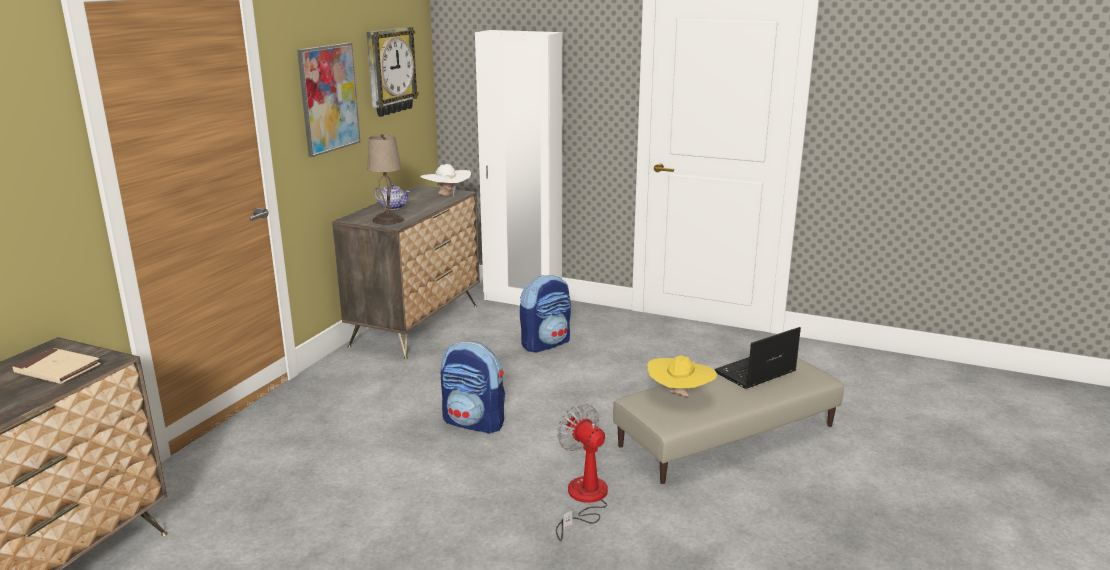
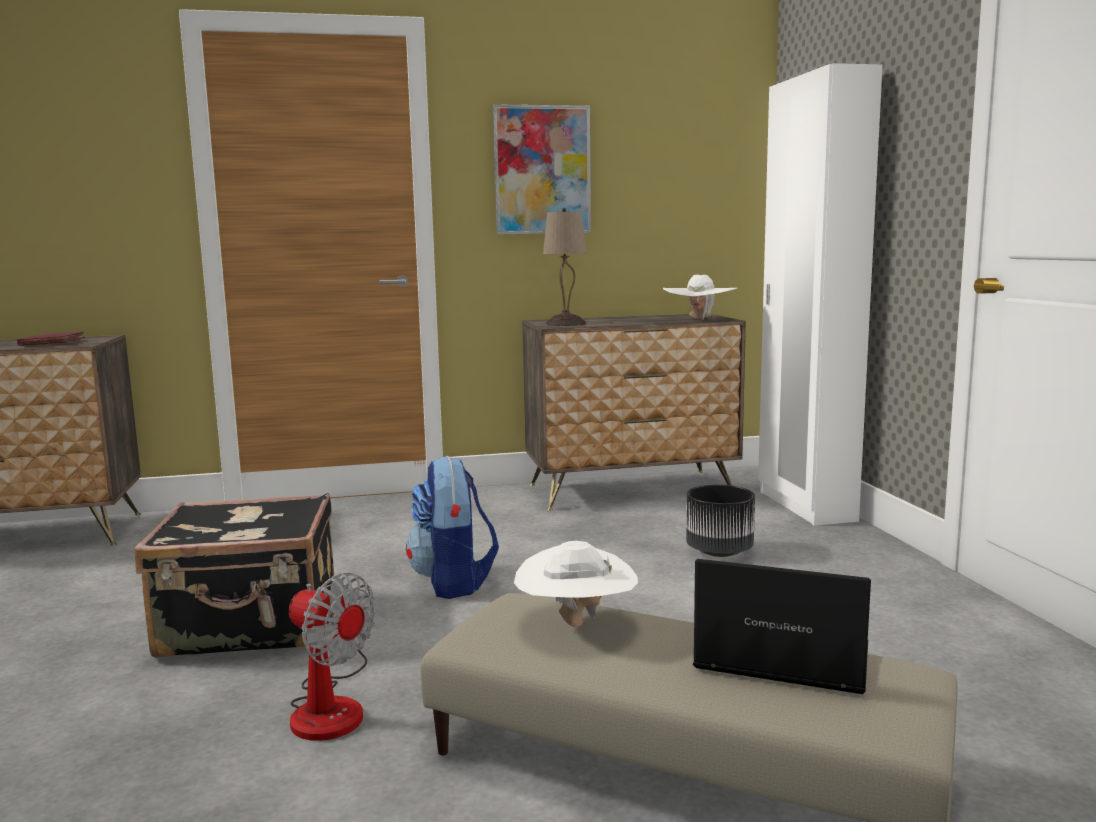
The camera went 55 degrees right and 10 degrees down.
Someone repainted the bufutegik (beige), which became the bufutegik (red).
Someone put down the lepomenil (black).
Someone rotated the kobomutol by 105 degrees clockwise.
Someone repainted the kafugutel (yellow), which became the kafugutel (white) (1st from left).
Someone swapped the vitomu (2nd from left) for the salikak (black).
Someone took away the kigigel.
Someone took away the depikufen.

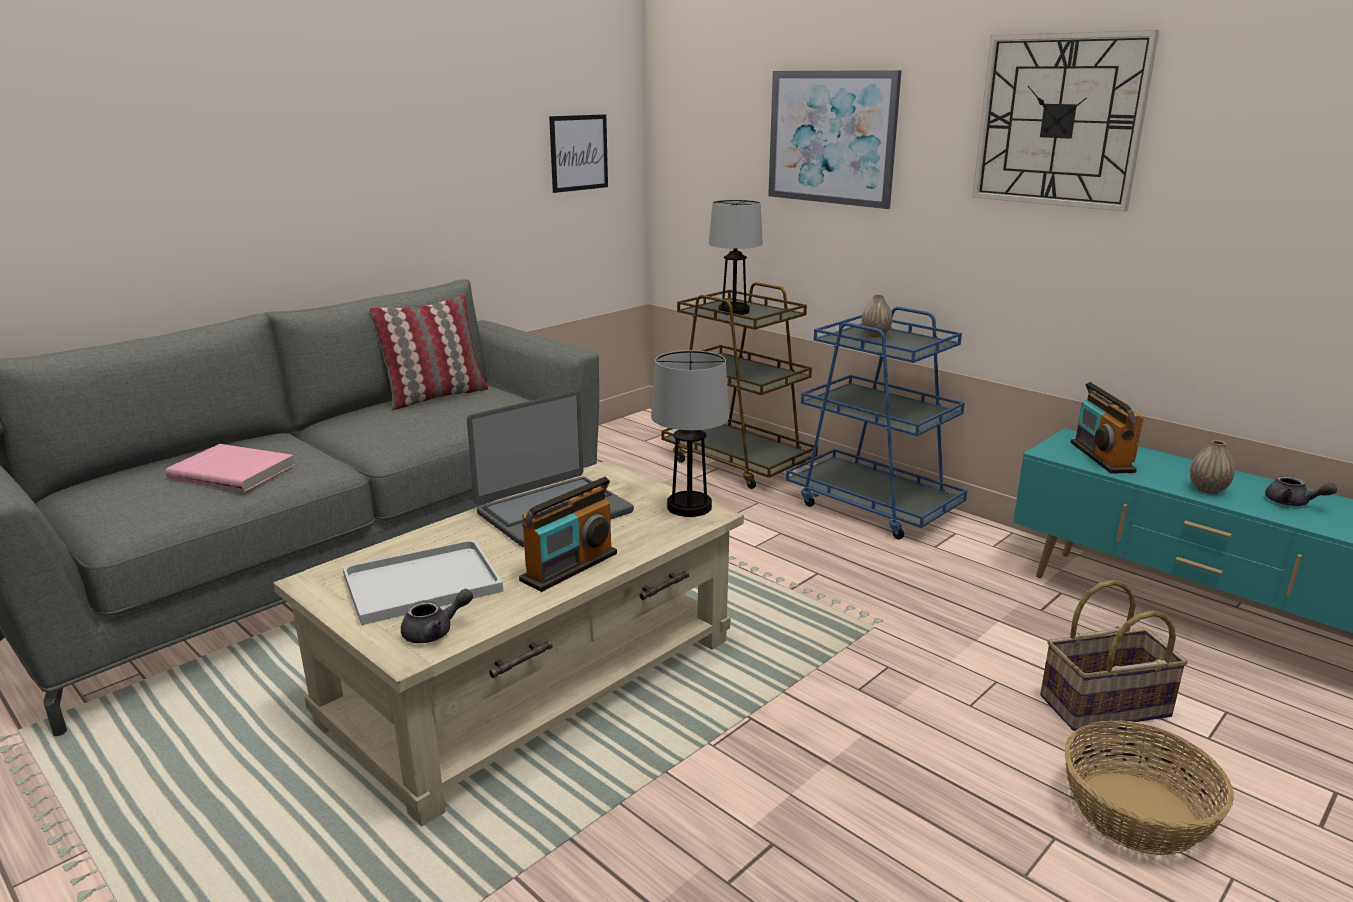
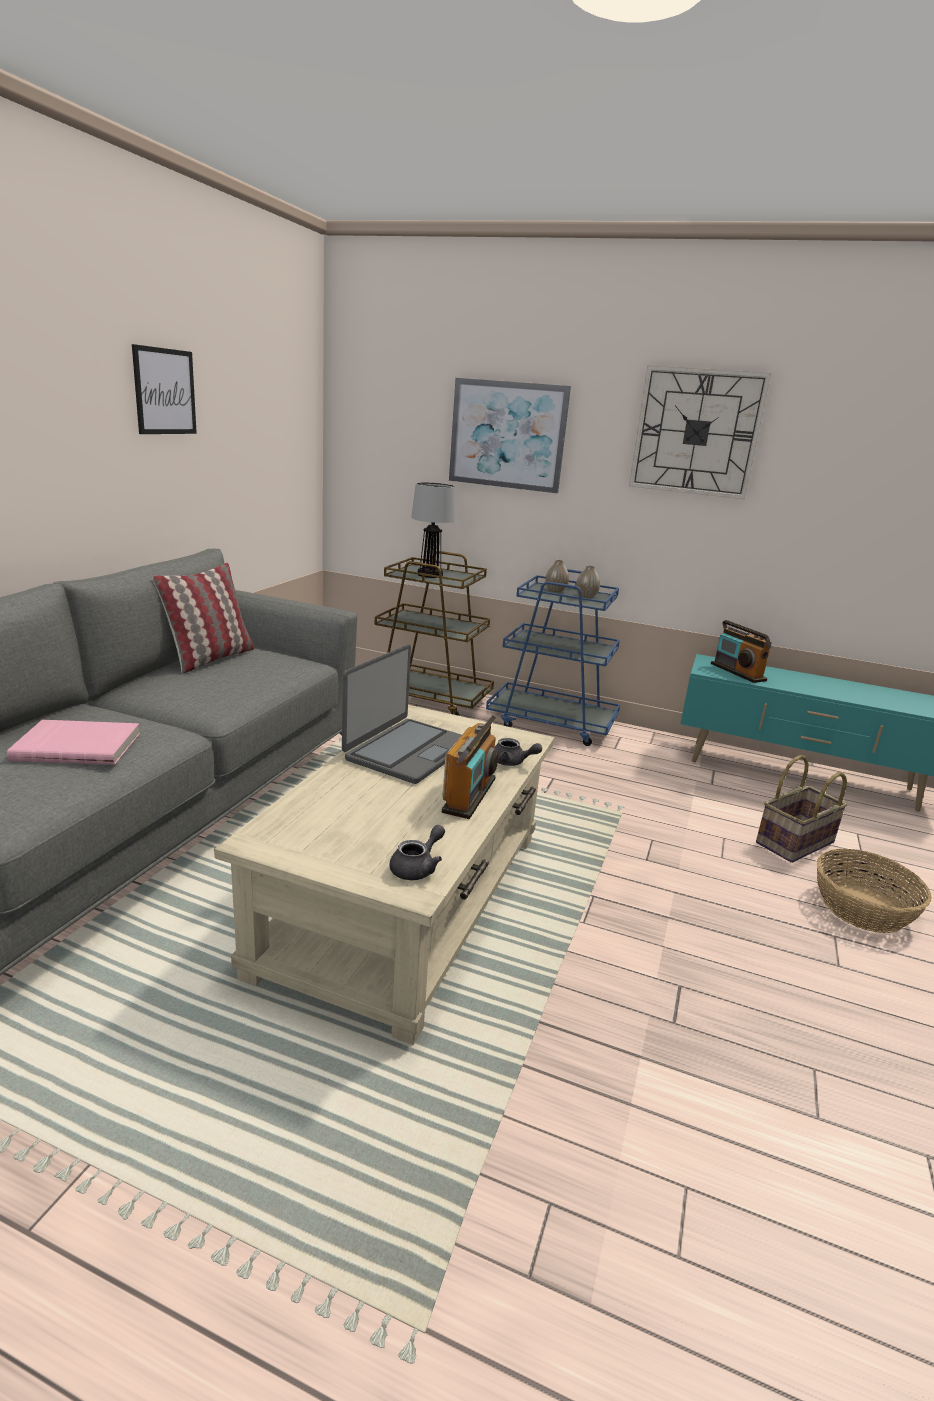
The camera went 25 degrees left and 0 degrees up.
Someone carried the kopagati (1st from left).
Someone carried the depikufen (grey) (2nd from left).
Someone carried the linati (2nd from left).
Someone took away the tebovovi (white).
Someone took away the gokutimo (1st from left).

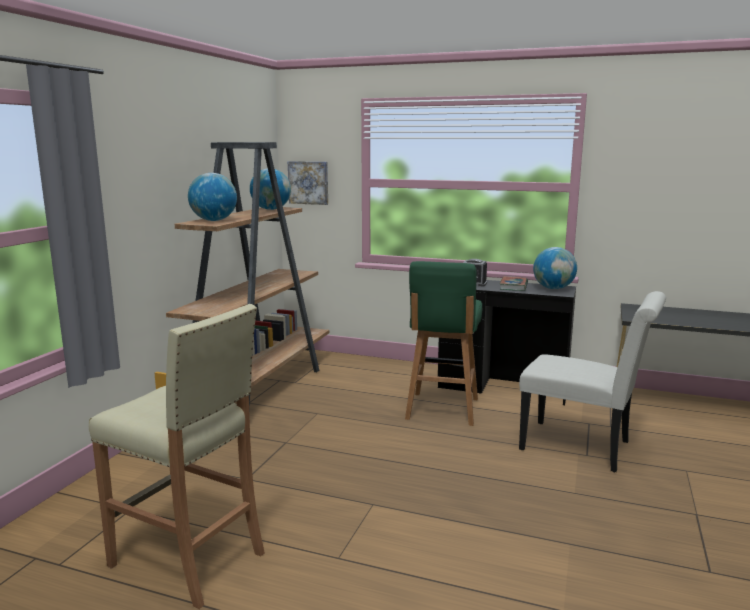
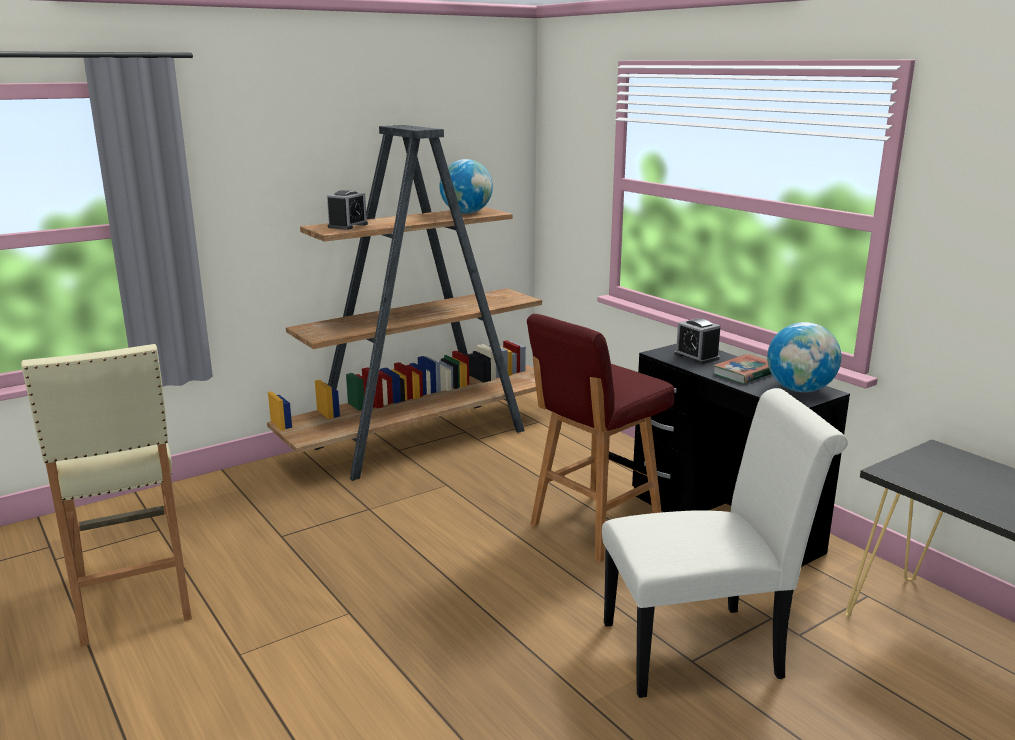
The camera went 35 degrees right and 5 degrees up.
Someone swapped the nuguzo (1st from left) for the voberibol (1st from left).
Someone repainted the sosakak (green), which became the sosakak (red).
Someone rotated the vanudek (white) by 75 degrees counterclockwise.
Someone took away the kopagati.

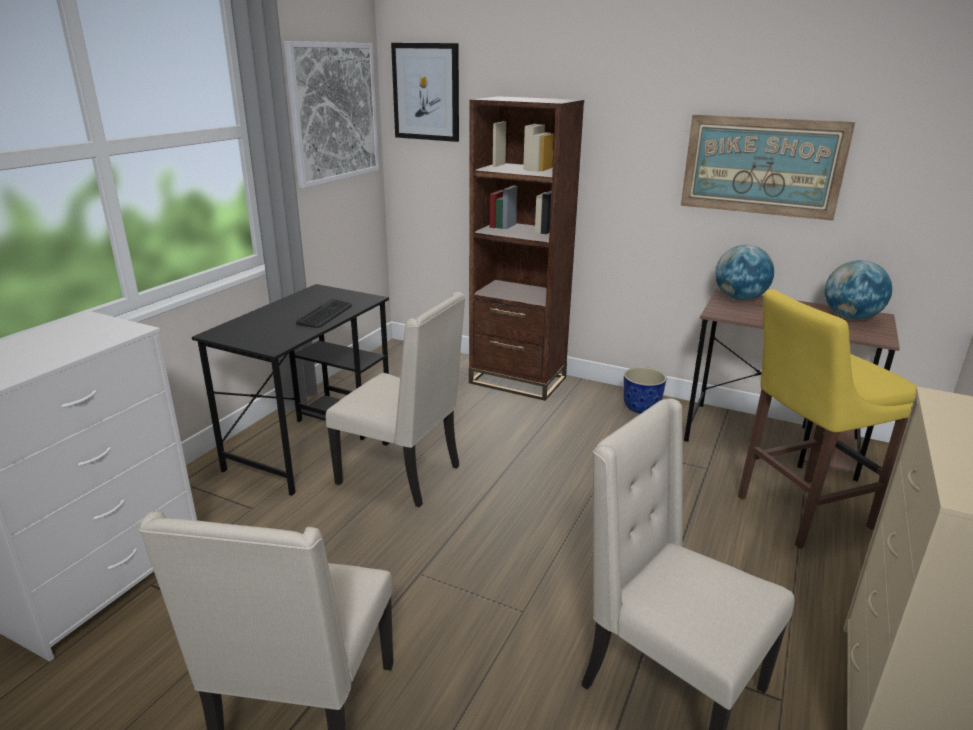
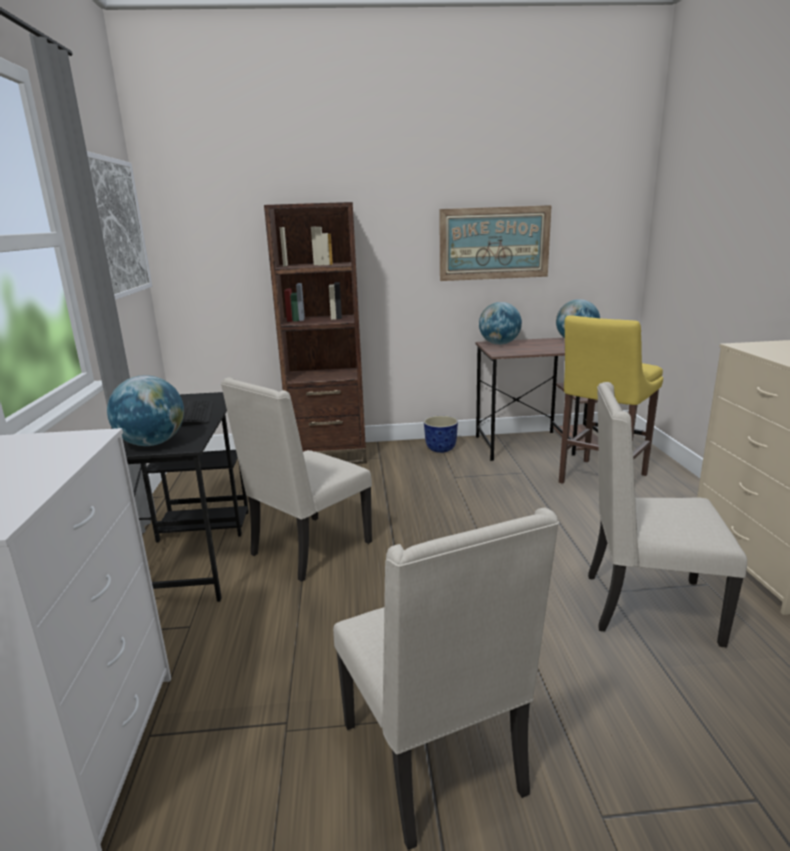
The camera went 30 degrees left and 5 degrees down.
Someone put down the nuguzo (1st from left).
Someone rotated the vanudek (beige) (2nd from left in the first image) by 135 degrees clockwise.
Someone took away the kopagati (2nd from left).

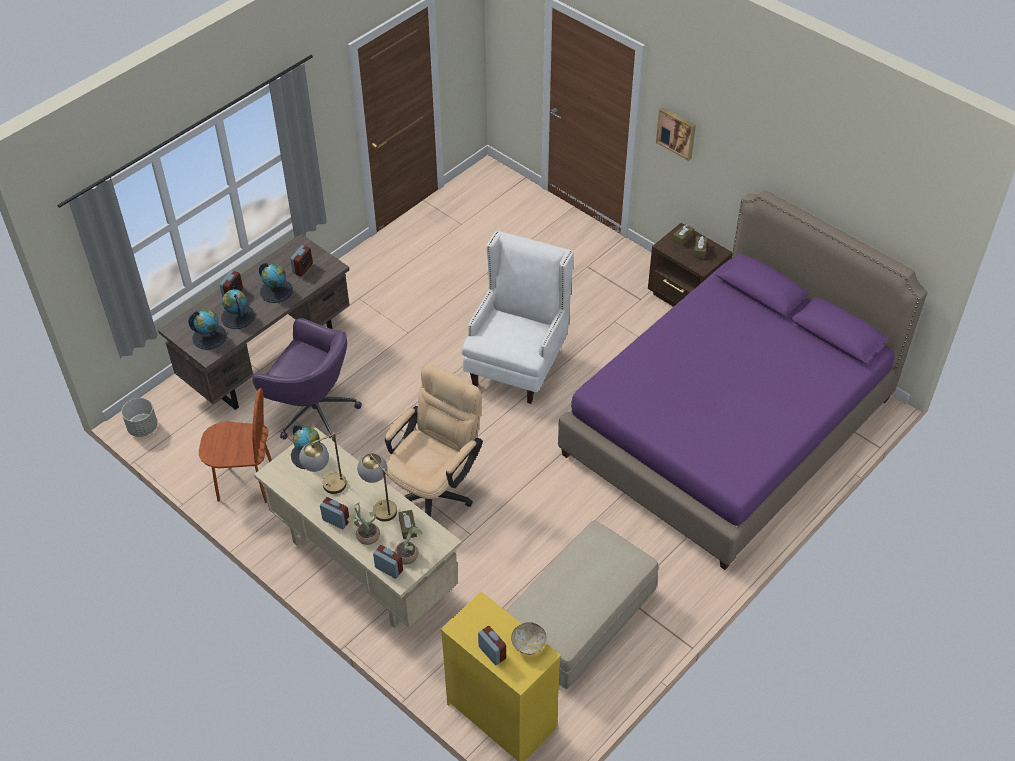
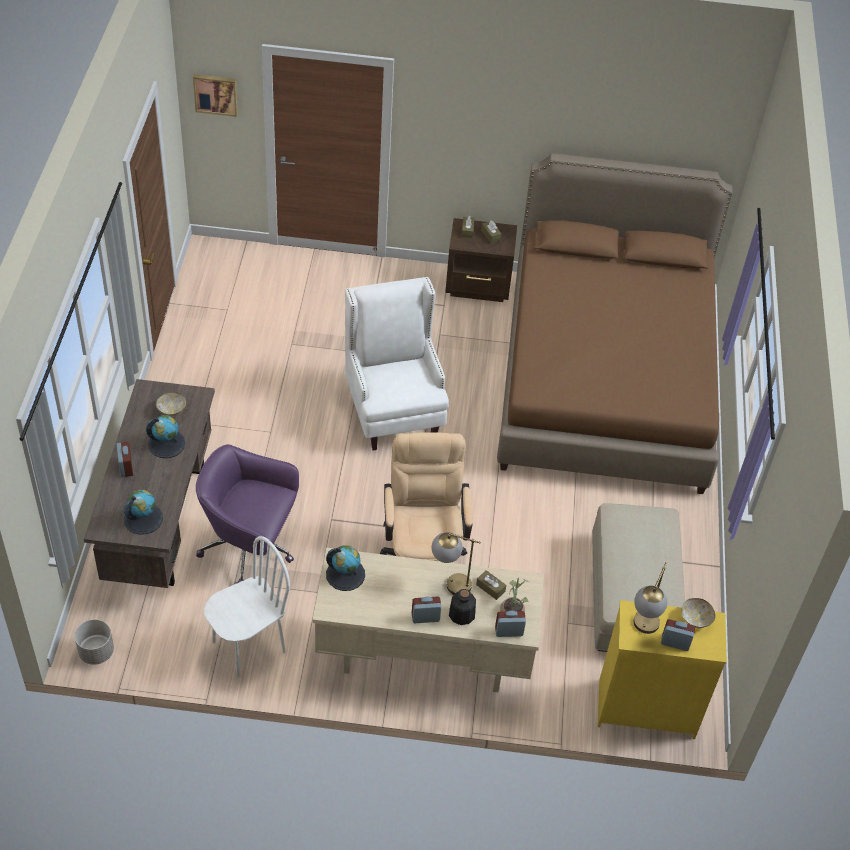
The camera went 40 degrees left and 0 degrees up.
Someone swapped the voberibol (2nd from left) for the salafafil (1st from left).
Someone carried the kopagati.
Someone rotated the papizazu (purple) by 150 degrees counterclockwise.
Someone repainted the vanudek (brown), which became the vanudek (white).
Someone swapped the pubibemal (1st from left) for the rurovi.
Someone repainted the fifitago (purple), which became the fifitago (brown).
Someone carried the gokutimo (1st from left in the first image).
Someone took away the nuguzo (2nd from left).

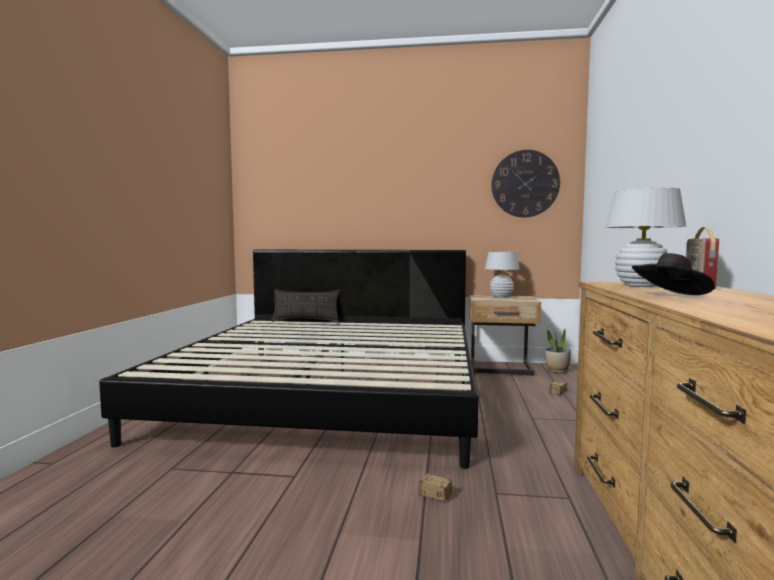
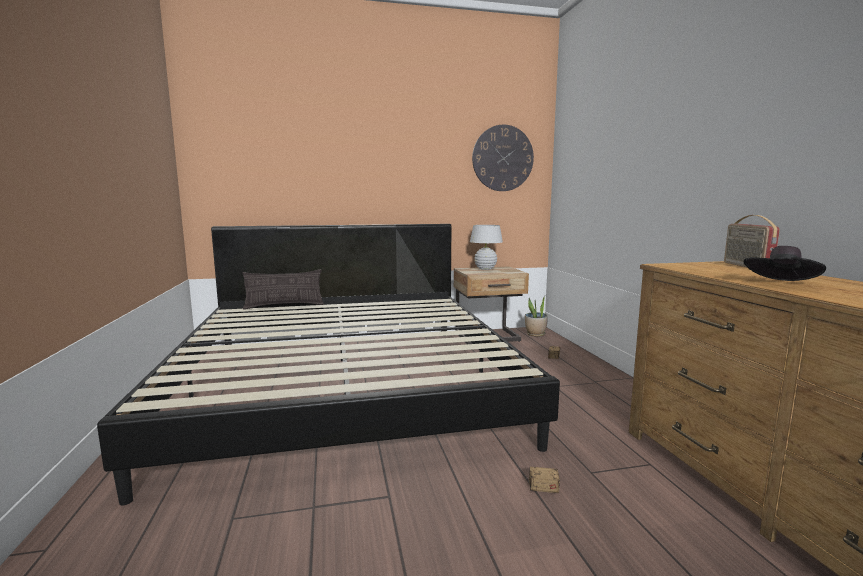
The camera went 20 degrees left and 5 degrees up.
Someone took away the gokutimo (white) (2nd from left).

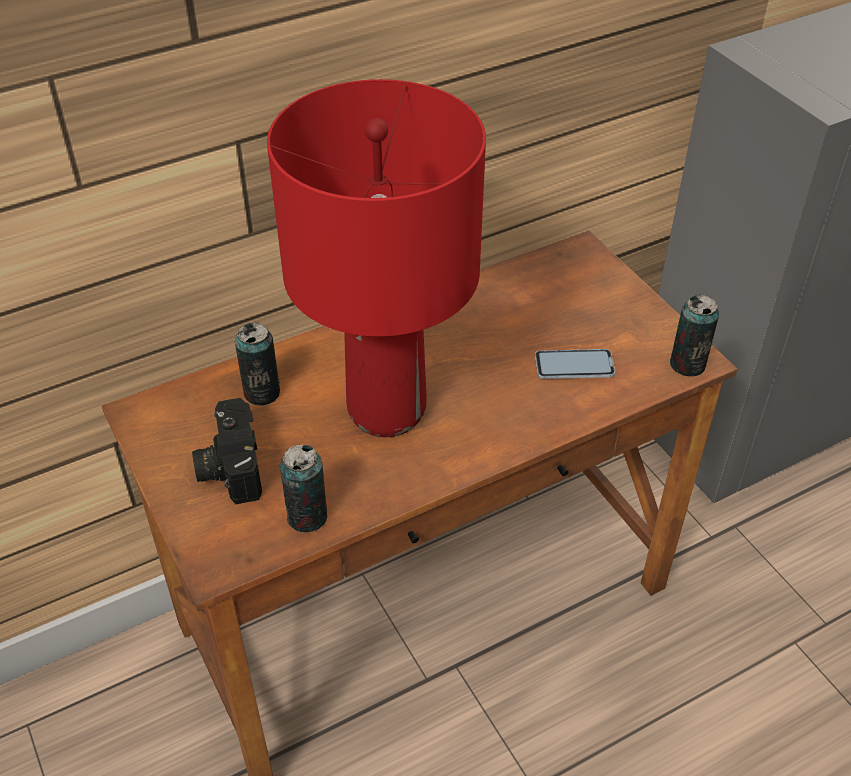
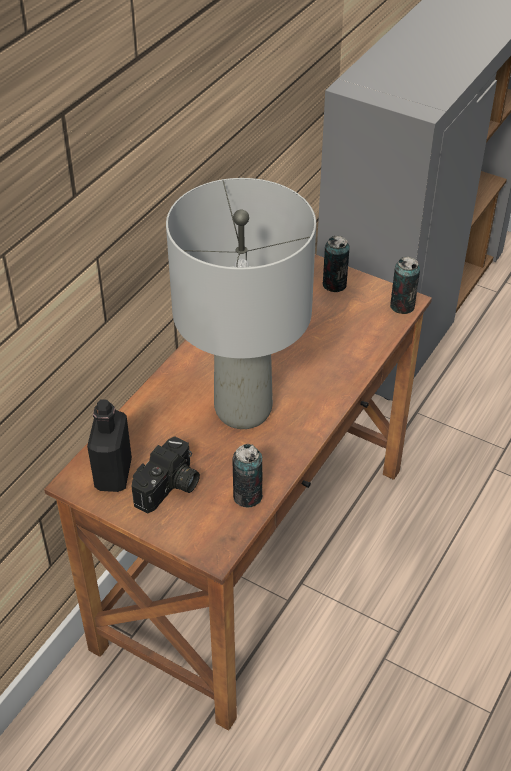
The camera went 30 degrees left and 0 degrees up.
Someone put down the rurovi (black).
Someone rotated the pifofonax by 105 degrees counterclockwise.
Someone repainted the gokutimo (red), which became the gokutimo (grey).
Someone carried the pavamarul (1st from left in the first image).
Someone took away the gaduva.

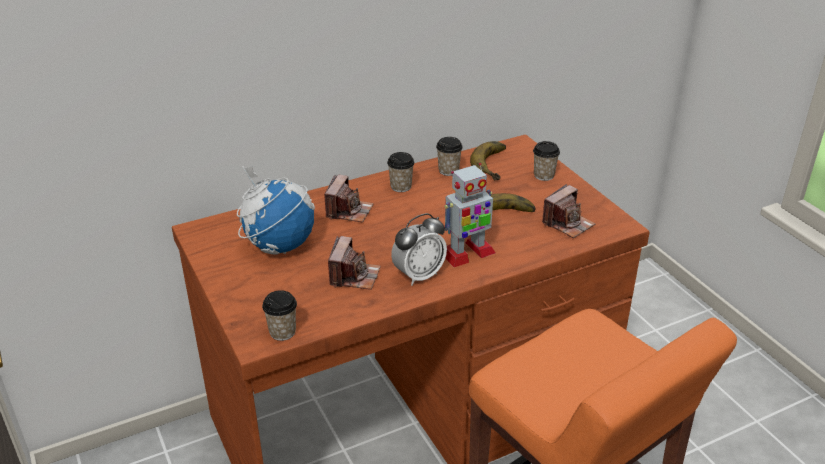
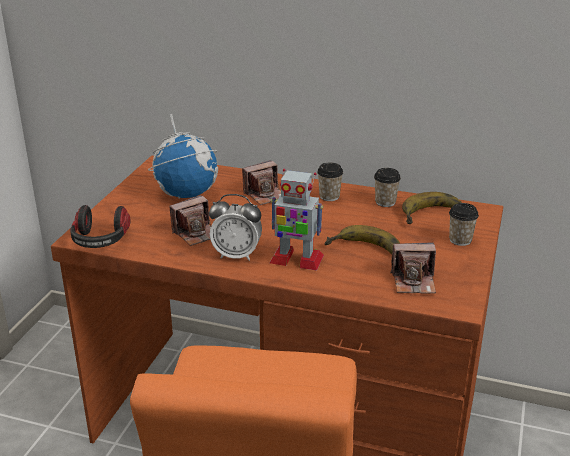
The camera went 45 degrees right and 5 degrees down.
Someone swapped the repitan (1st from left) for the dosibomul.

